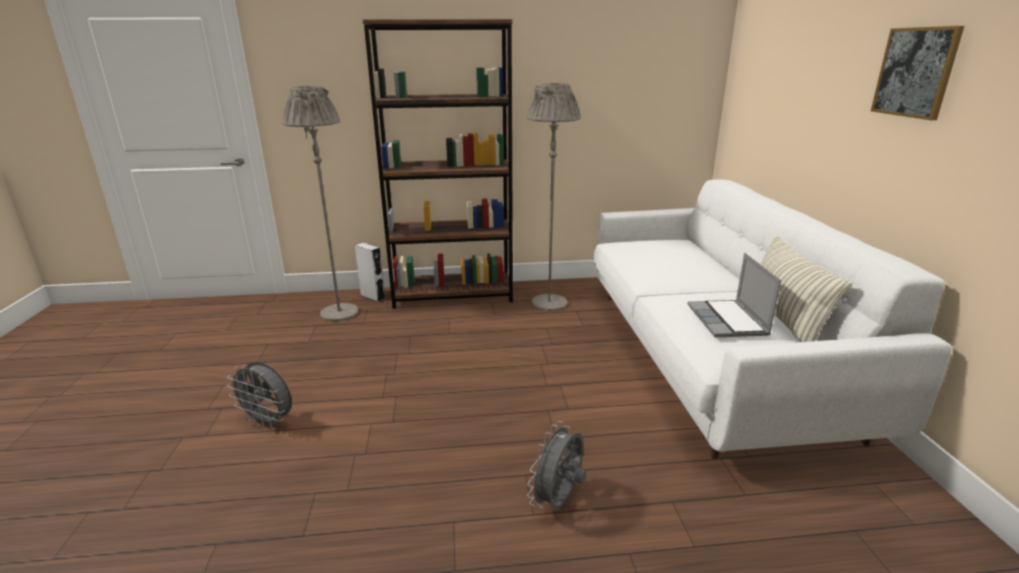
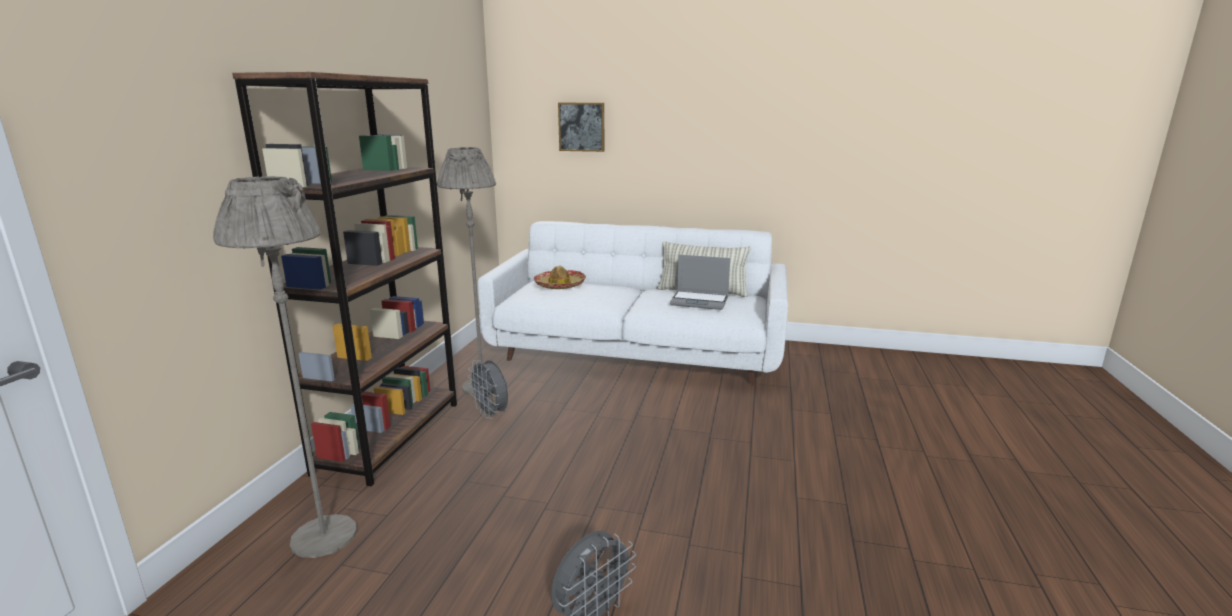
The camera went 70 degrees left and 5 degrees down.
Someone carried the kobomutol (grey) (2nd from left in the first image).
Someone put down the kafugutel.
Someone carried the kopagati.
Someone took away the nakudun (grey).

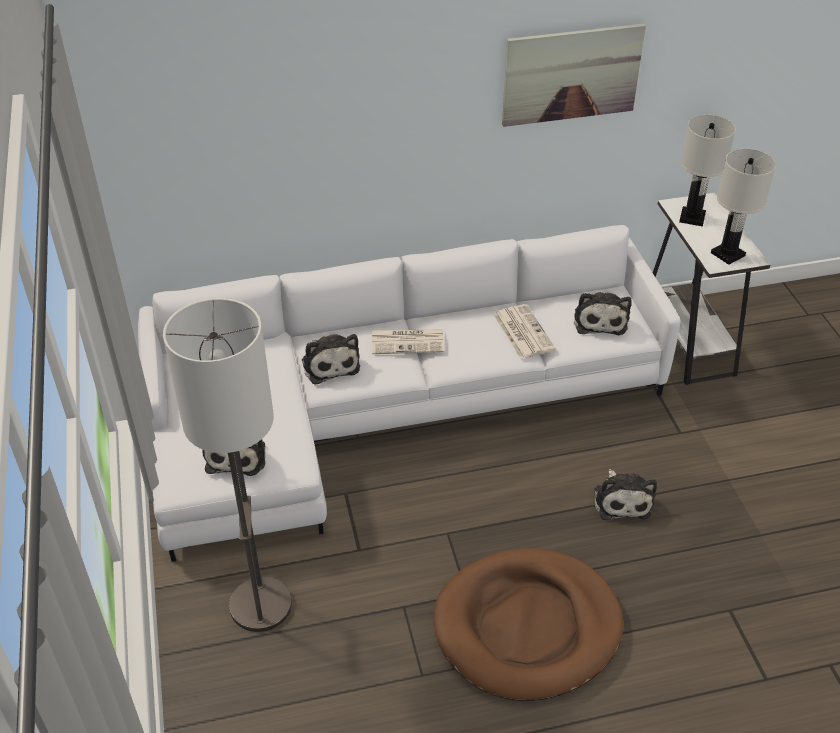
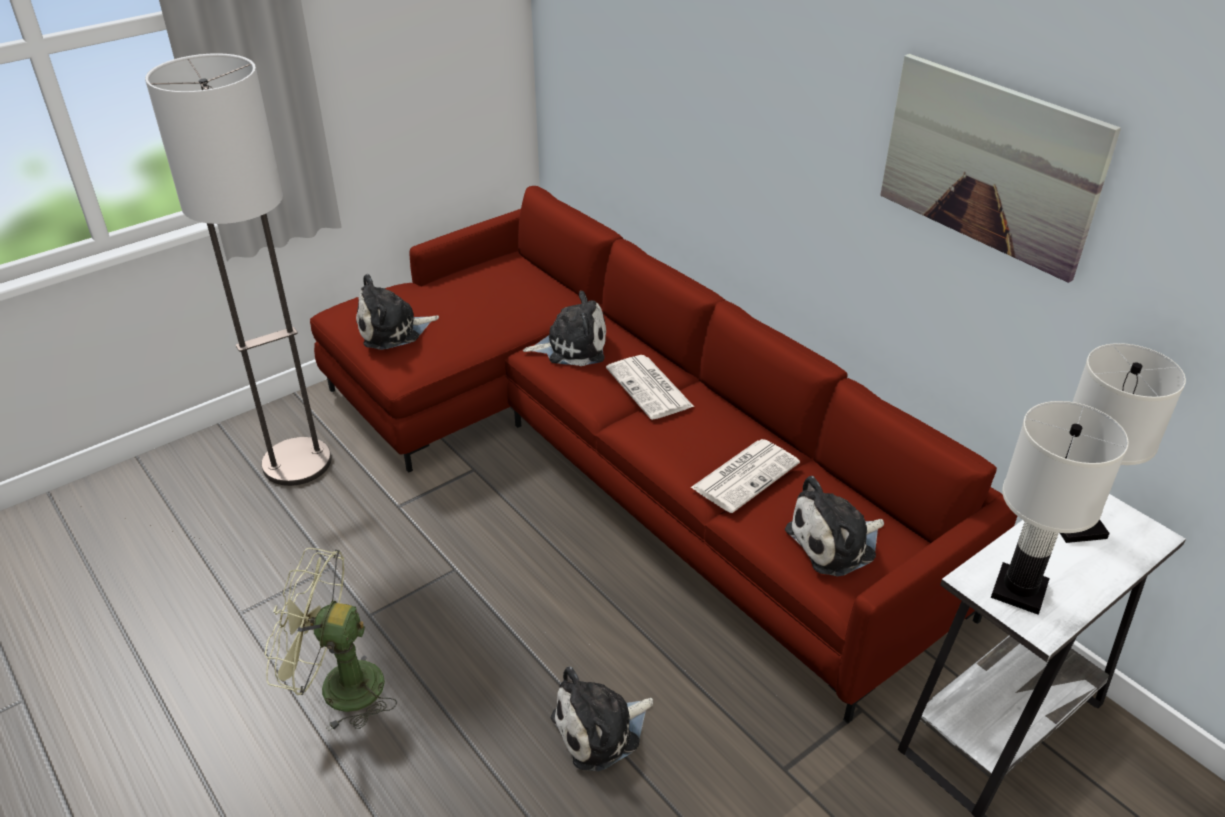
The camera went 65 degrees right and 5 degrees down.
Someone swapped the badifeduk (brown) for the kobomutol (green).
Someone repainted the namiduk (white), which became the namiduk (red).
Someone rotated the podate (2nd from left) by 135 degrees counterclockwise.

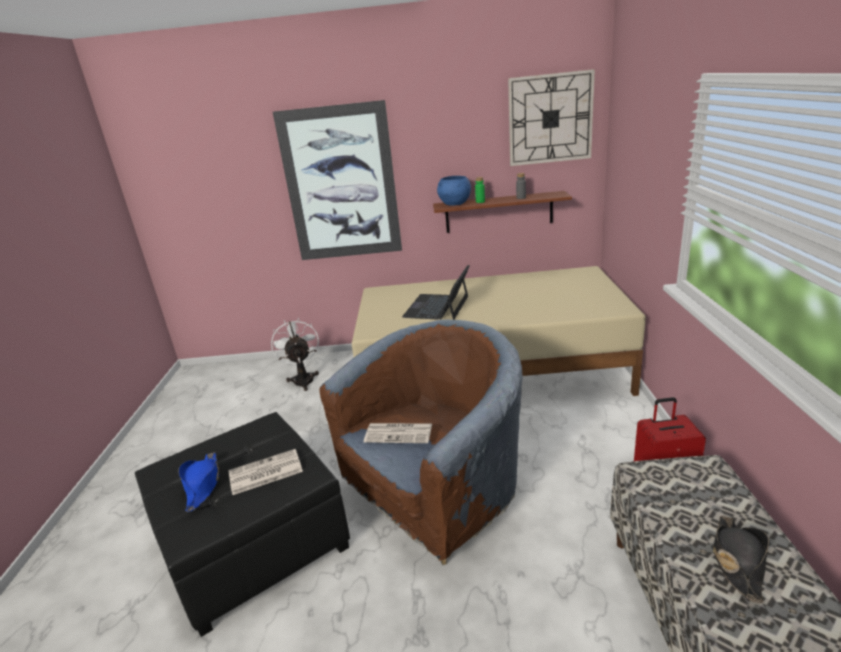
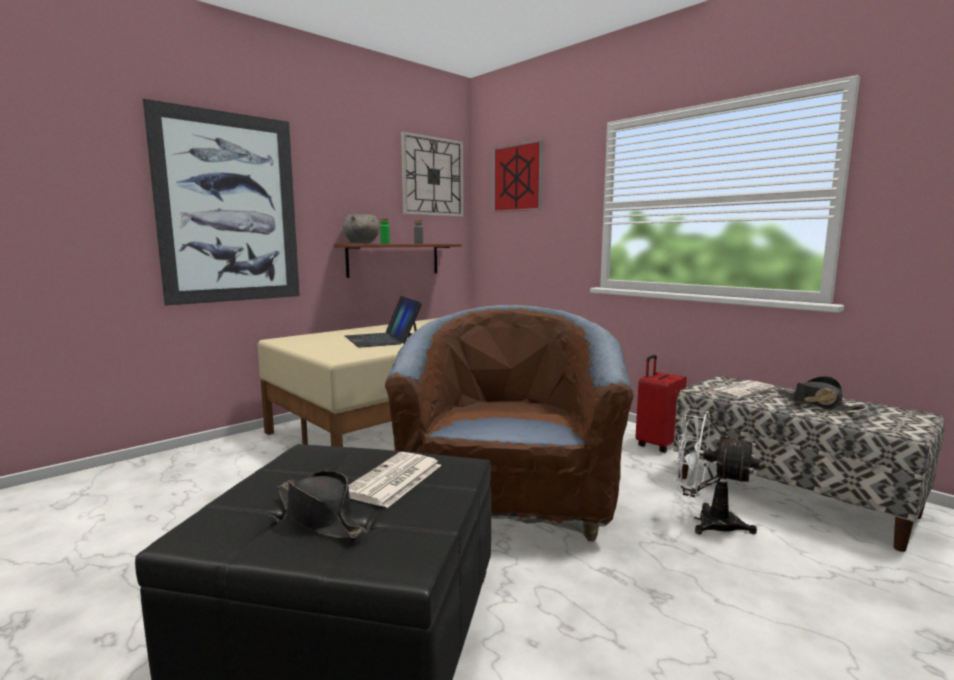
The camera went 45 degrees left and 15 degrees down.
Someone repainted the kafugutel (blue), which became the kafugutel (black) (1st from left).
Someone repainted the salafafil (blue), which became the salafafil (grey).
Someone put up the kopagati (2nd from left).
Someone carried the kobomutol (white).
Someone carried the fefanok (2nd from left).

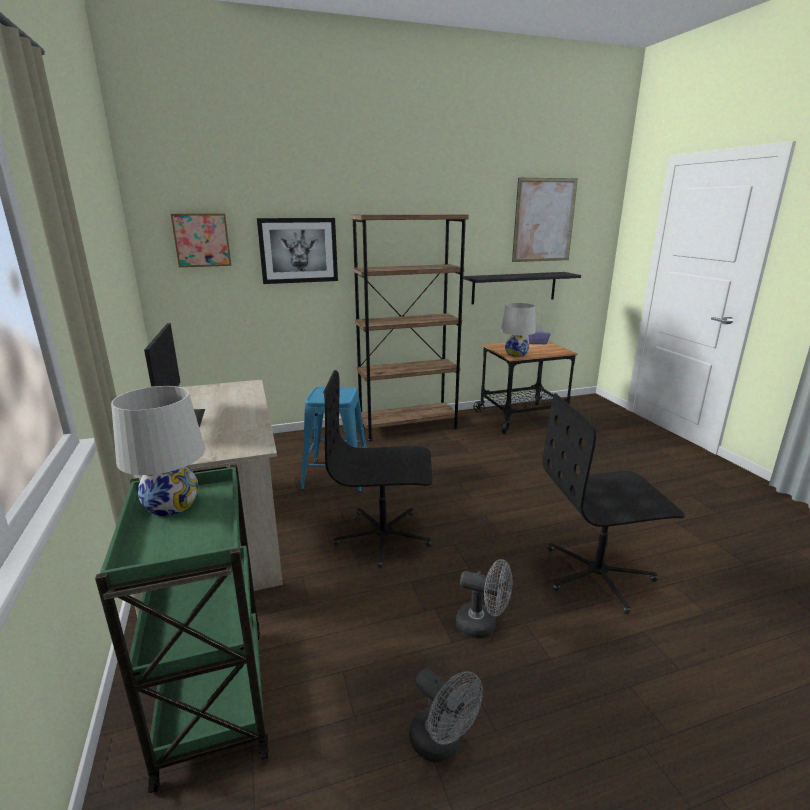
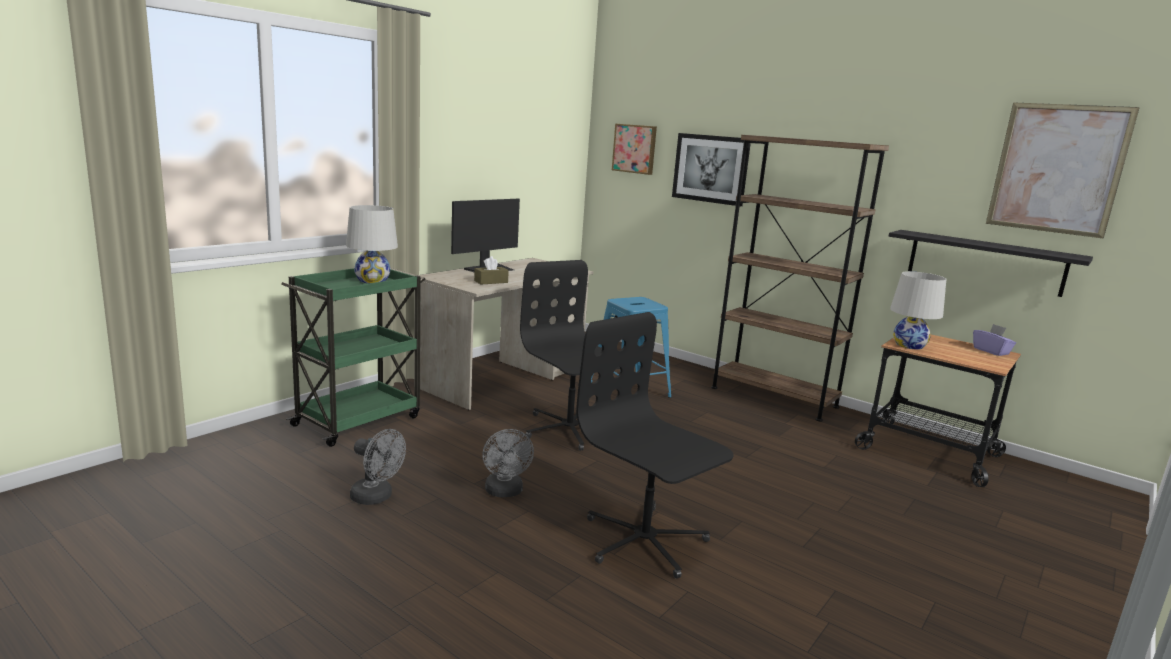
The camera went 55 degrees right and 5 degrees down.
Someone rotated the kobomutol (grey) (1st from left) by 75 degrees counterclockwise.
Someone put down the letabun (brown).

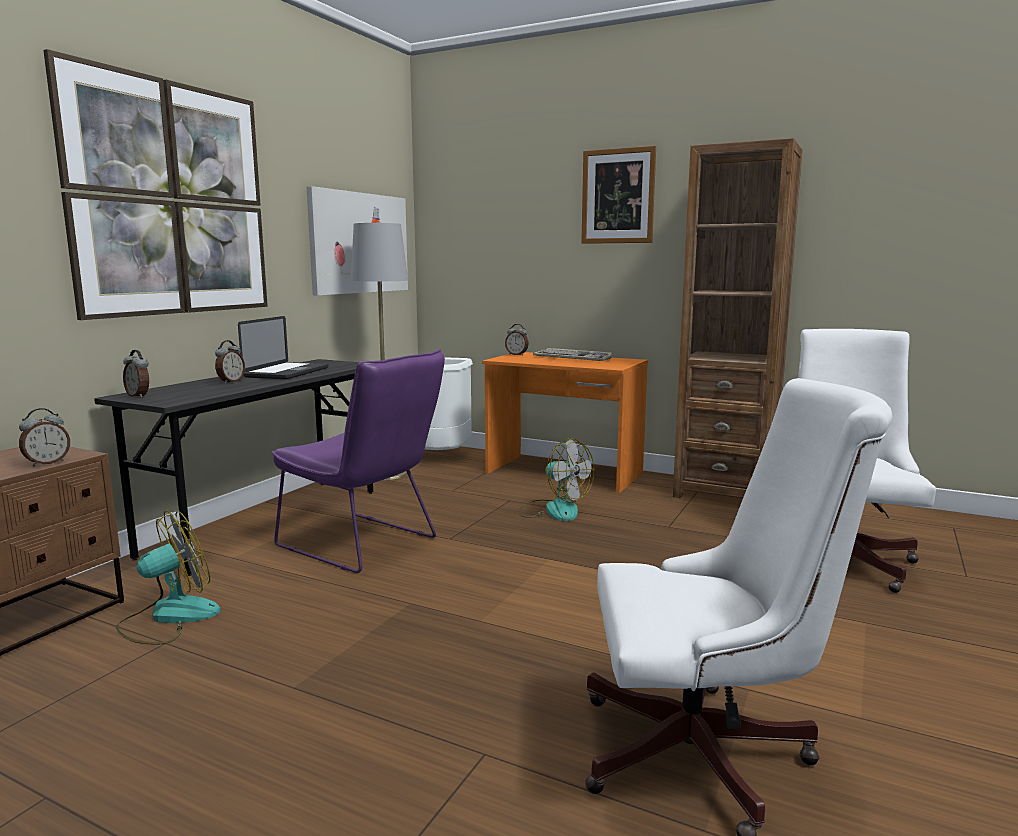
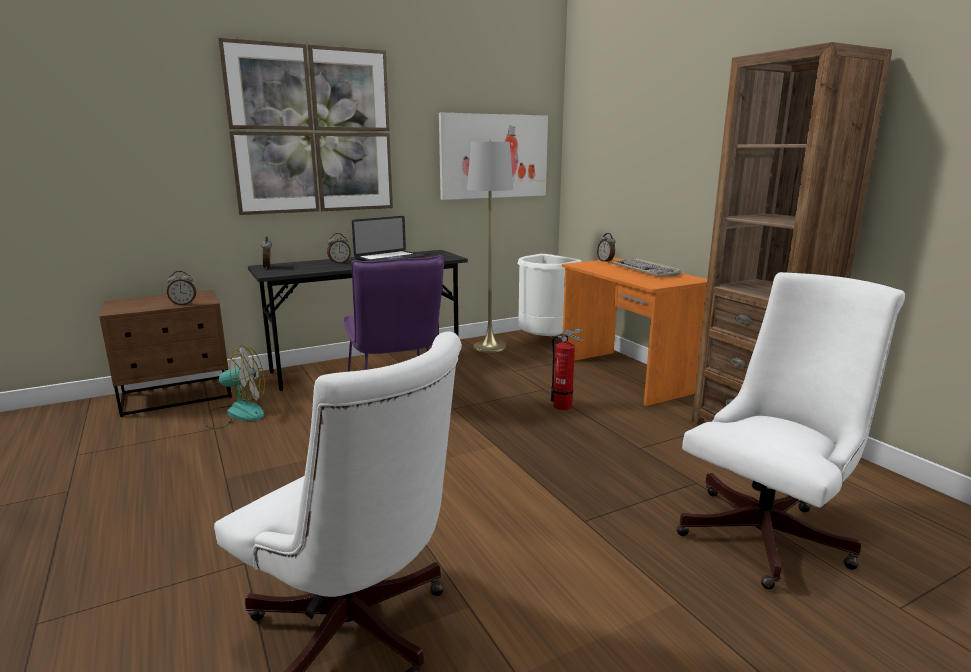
The camera went 35 degrees right and 5 degrees up.
Someone swapped the kobomutol (2nd from left) for the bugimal.
Someone took away the kopagati (3rd from left).

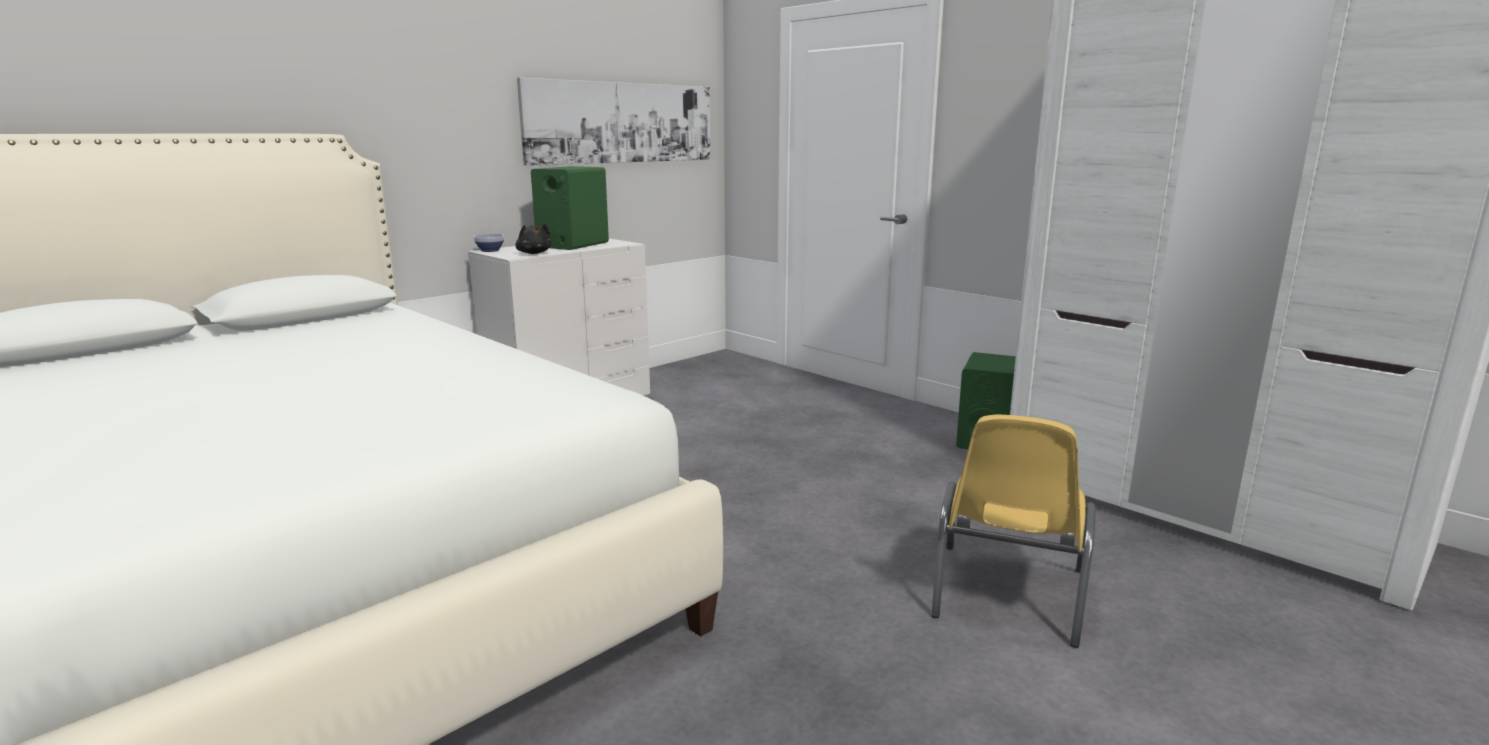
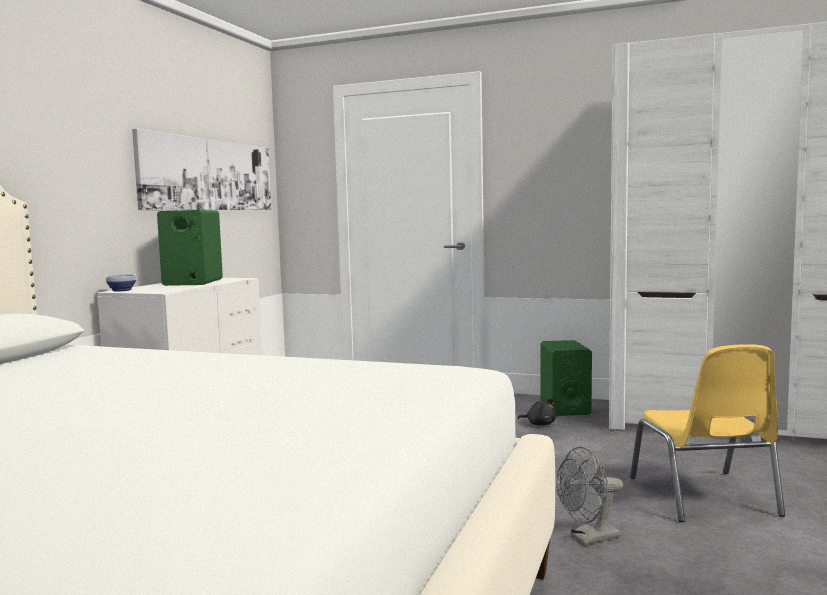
The camera went 25 degrees left and 10 degrees down.
Someone carried the podate (black).
Someone put down the kobomutol (grey).

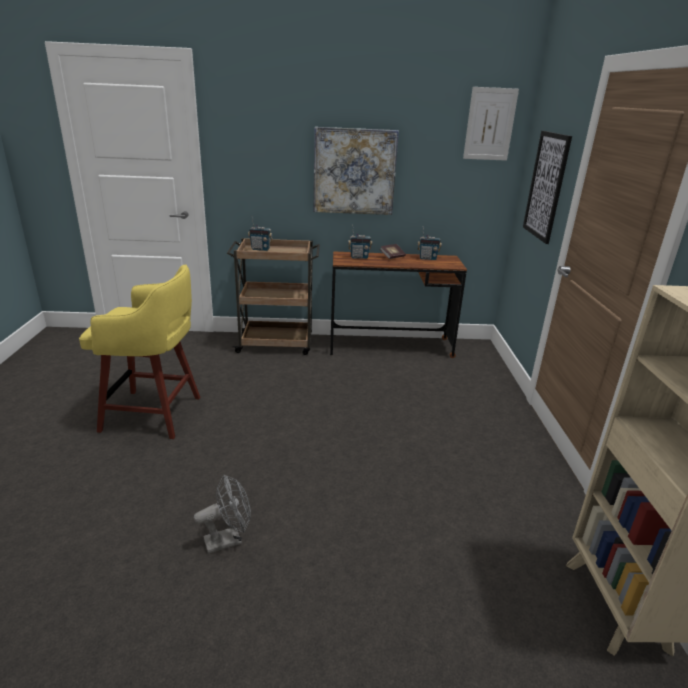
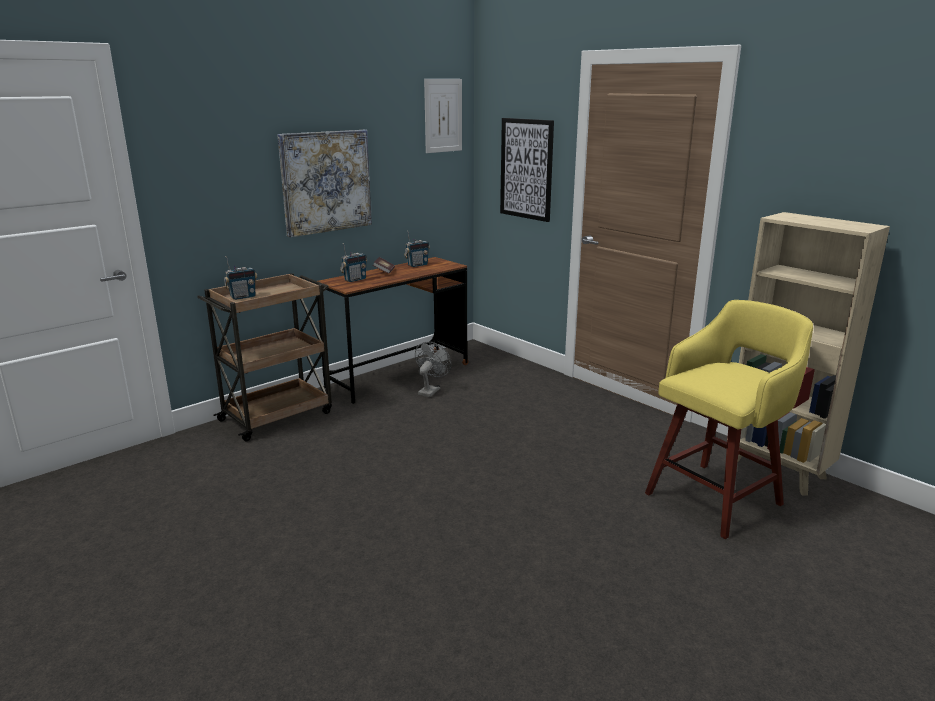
The camera went 40 degrees left and 5 degrees down.
Someone carried the kobomutol (grey).
Someone carried the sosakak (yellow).

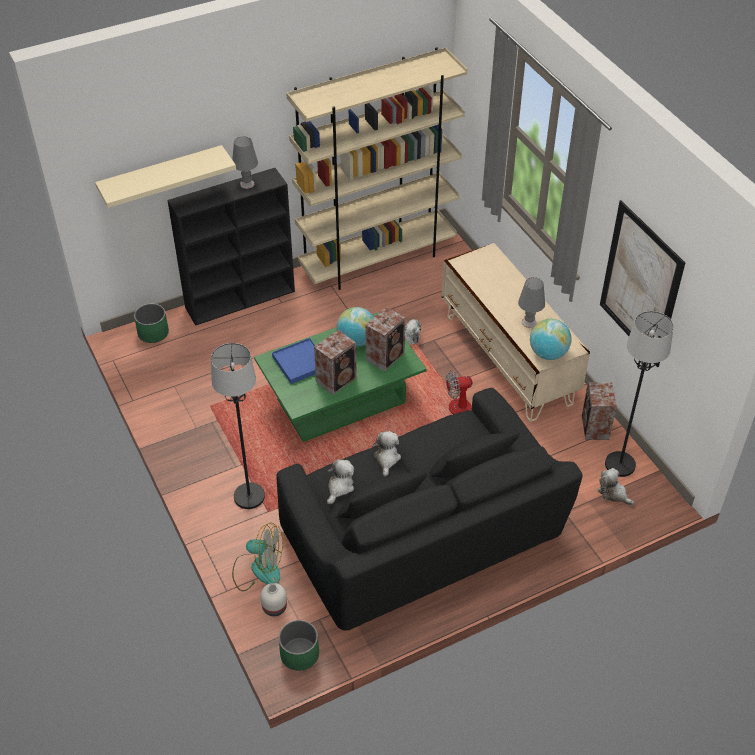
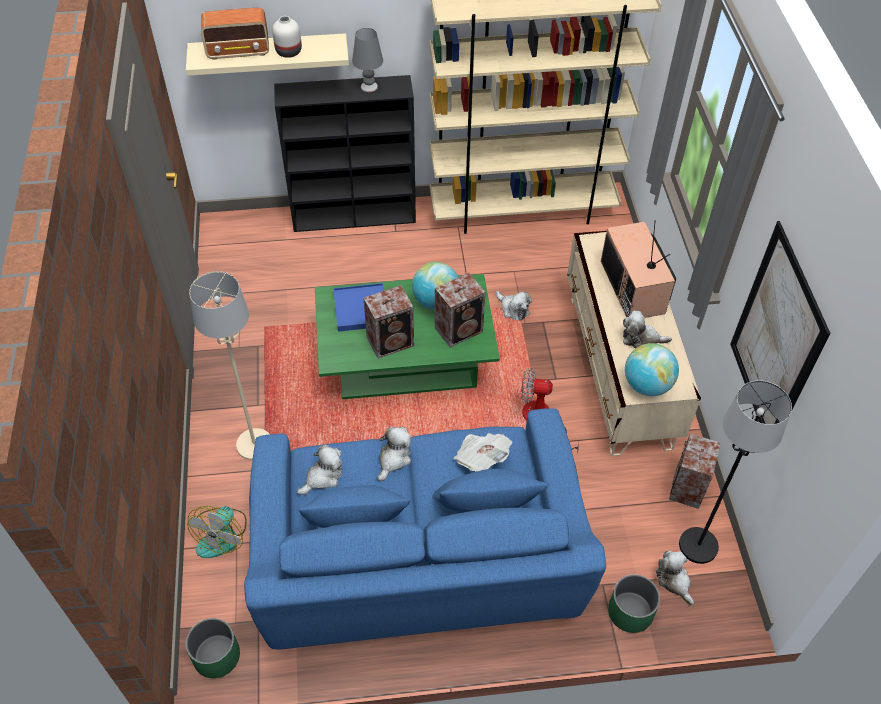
The camera went 20 degrees right and 5 degrees up.
Someone rotated the kobomutol (1st from left) by 75 degrees clockwise.
Someone repainted the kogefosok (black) (1st from left), which became the kogefosok (beige).
Someone put down the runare.
Someone repainted the namiduk (black), which became the namiduk (blue).
Someone carried the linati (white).
Someone put down the fefanok.
Someone put down the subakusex.
Someone carried the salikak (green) (1st from left in the first image).
Someone swapped the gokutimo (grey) (2nd from left) for the podate (4th from left).

